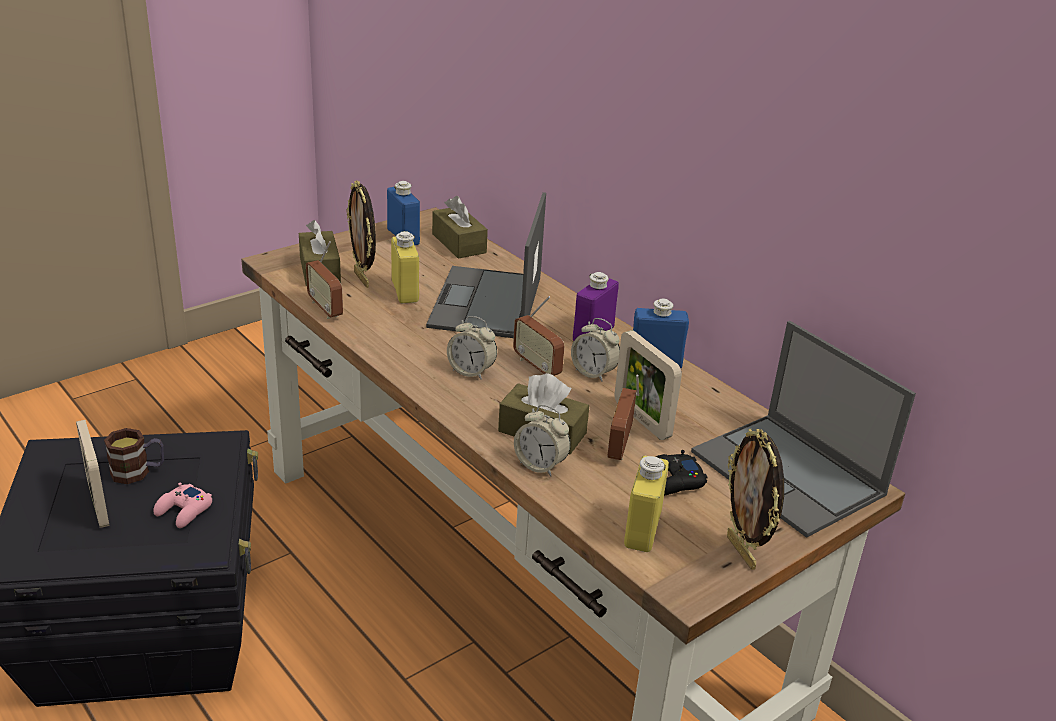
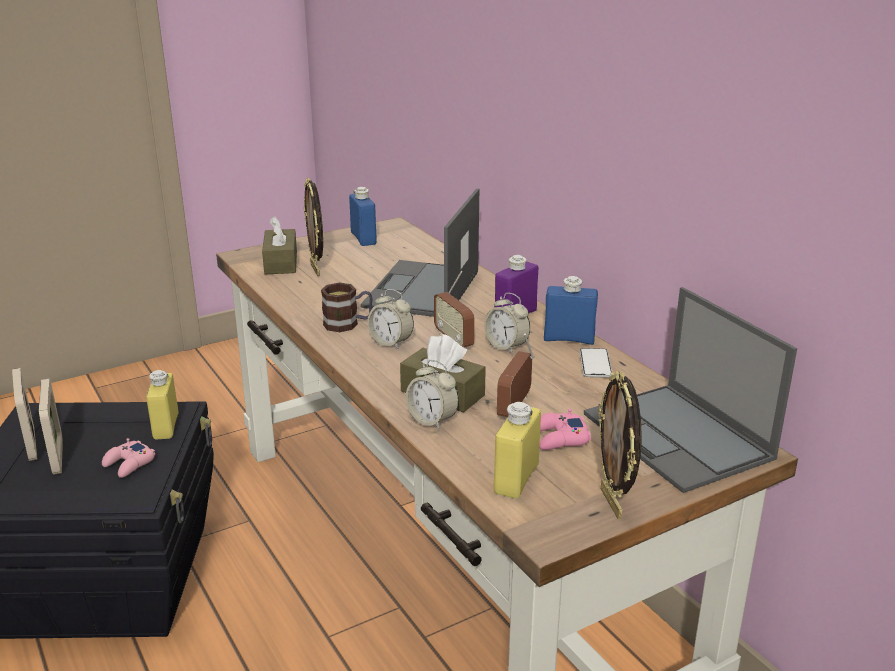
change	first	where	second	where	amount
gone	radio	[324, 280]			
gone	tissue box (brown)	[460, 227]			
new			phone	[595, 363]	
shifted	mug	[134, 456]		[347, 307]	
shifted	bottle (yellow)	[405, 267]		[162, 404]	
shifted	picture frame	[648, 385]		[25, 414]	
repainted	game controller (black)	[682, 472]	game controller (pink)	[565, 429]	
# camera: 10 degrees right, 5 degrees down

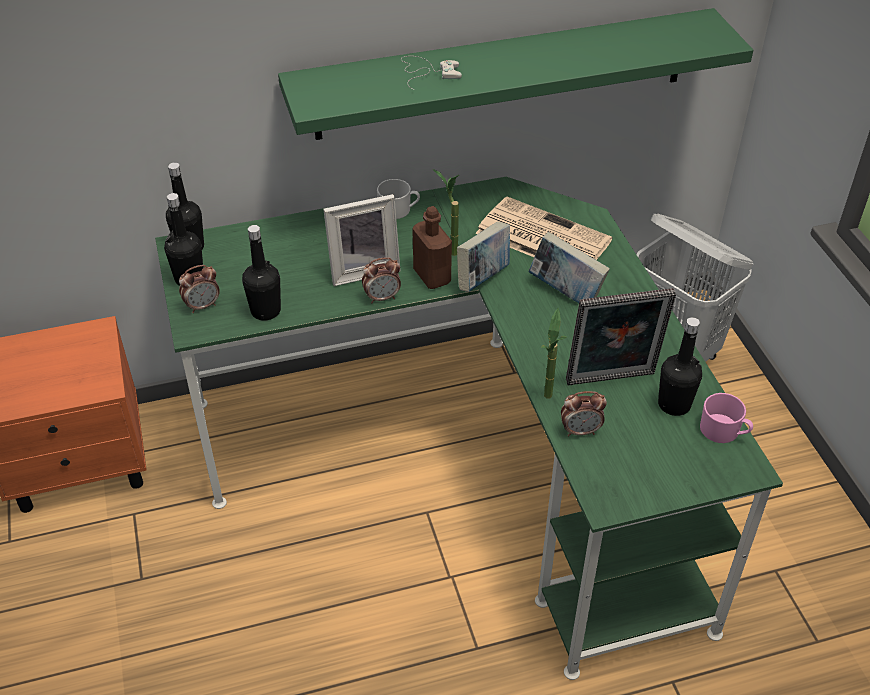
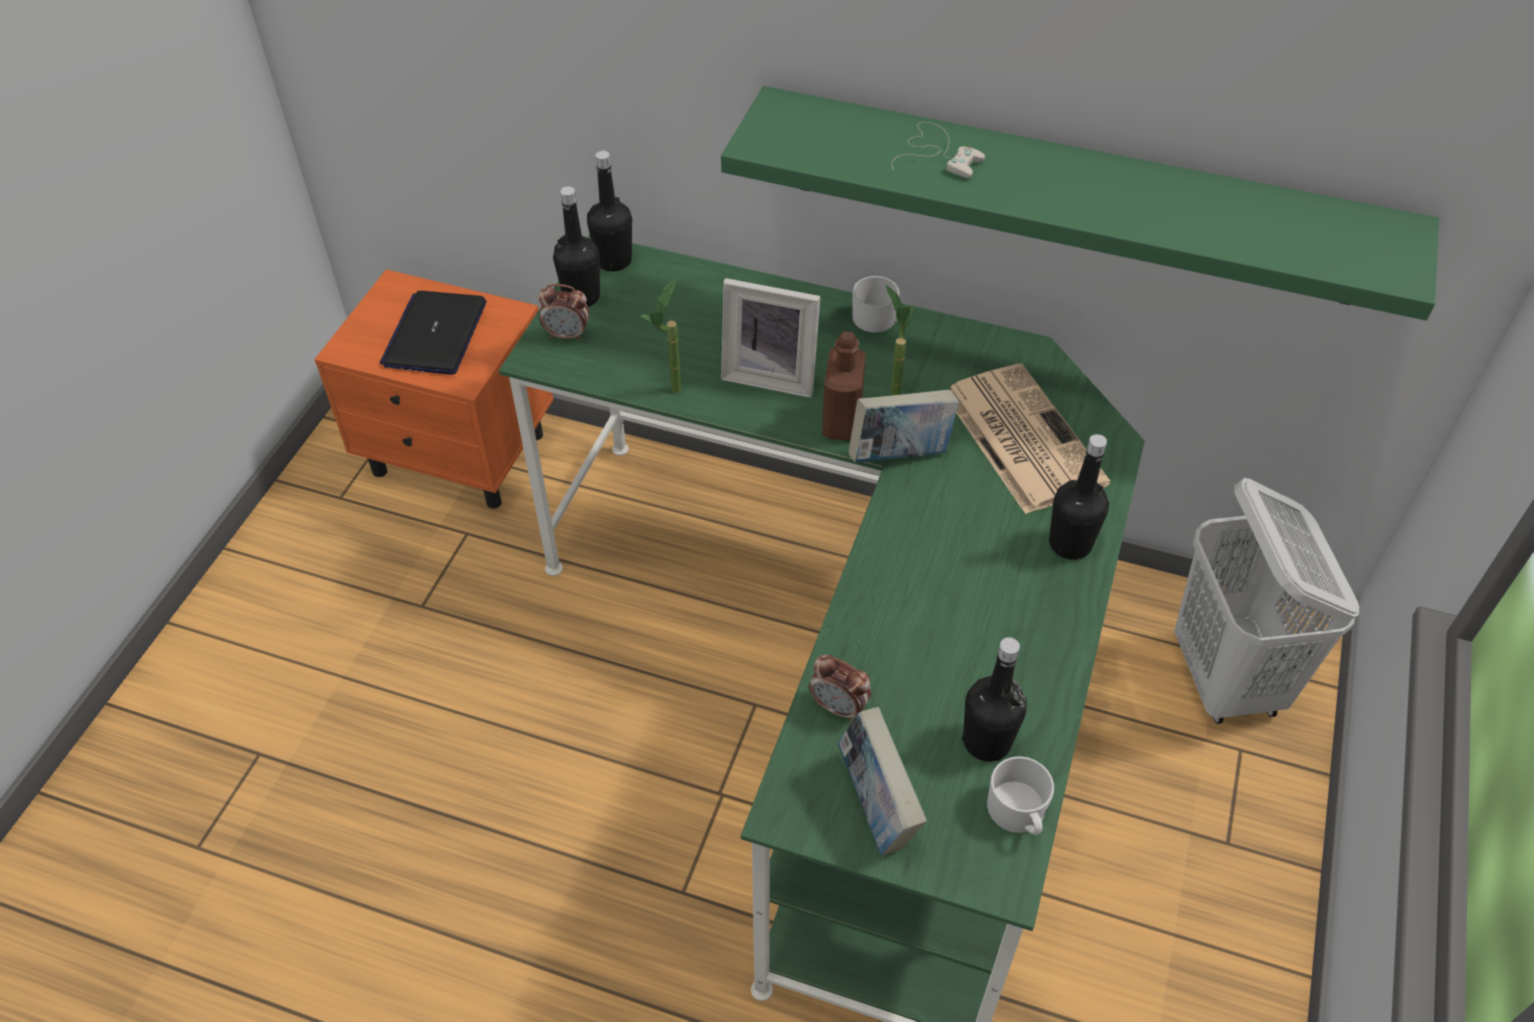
change	first	where	second	where	amount
gone	alarm clock	[381, 280]			
gone	picture frame	[621, 336]			
new			laptop	[433, 333]	
shifted	bottle (black)	[261, 273]		[1079, 497]	
shifted	book	[569, 267]		[882, 781]	
shifted	potted plant	[554, 353]		[660, 335]	
repainted	mug (pink)	[726, 418]	mug (white)	[1020, 795]	
# camera: 35 degrees right, 5 degrees up

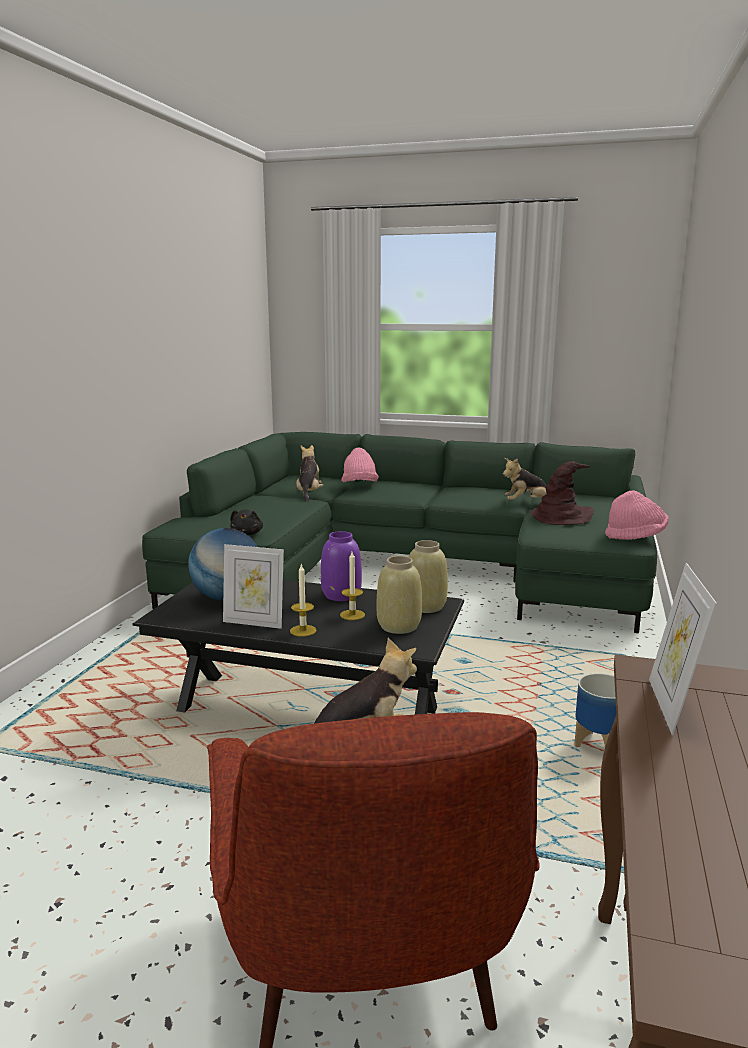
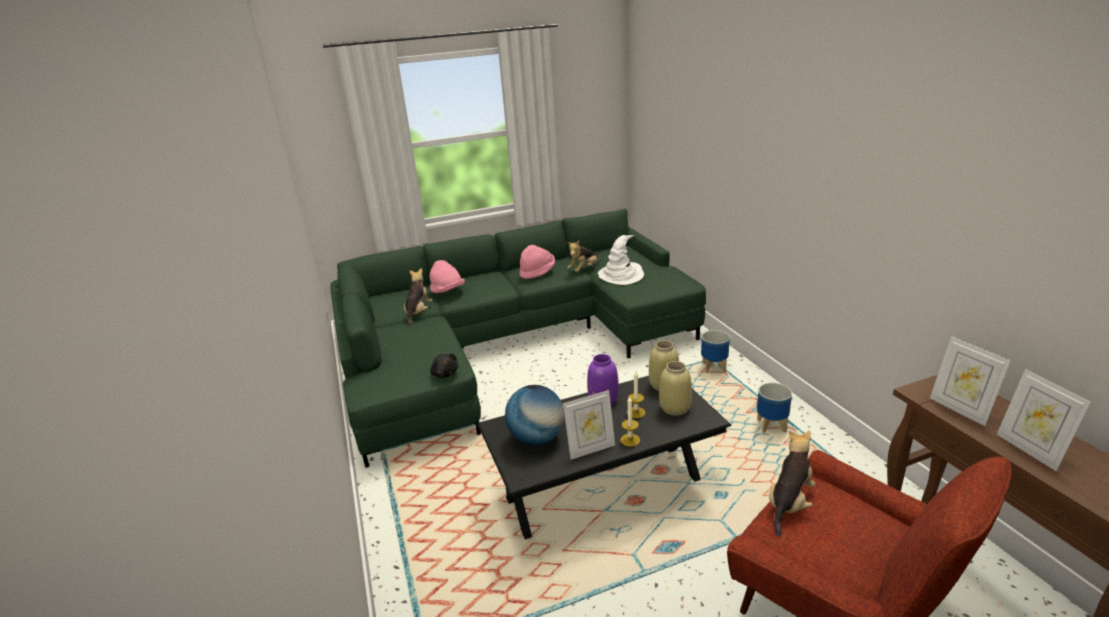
change	first	where	second	where	amount
new			planter	[715, 351]	
new			picture frame	[1044, 420]	
shifted	hat (pink)	[636, 515]		[537, 262]	
repainted	hat (brown)	[562, 493]	hat (white)	[621, 260]	
rotated	plush toy	[309, 473]		[418, 297]	45 degrees clockwise
# camera: 35 degrees left, 10 degrees up

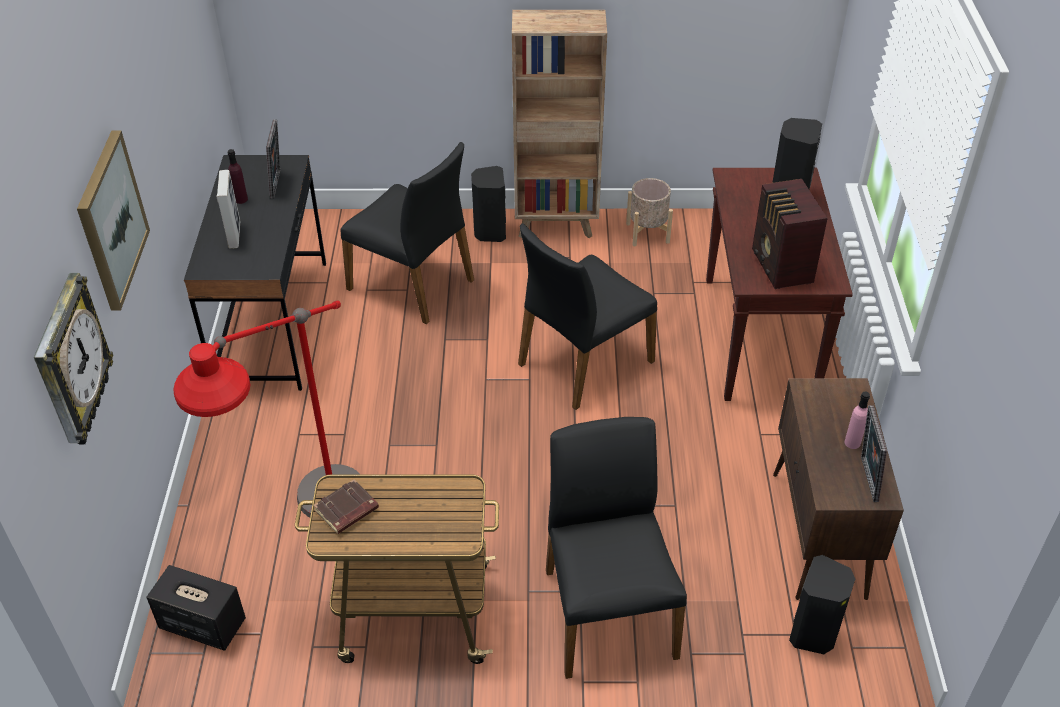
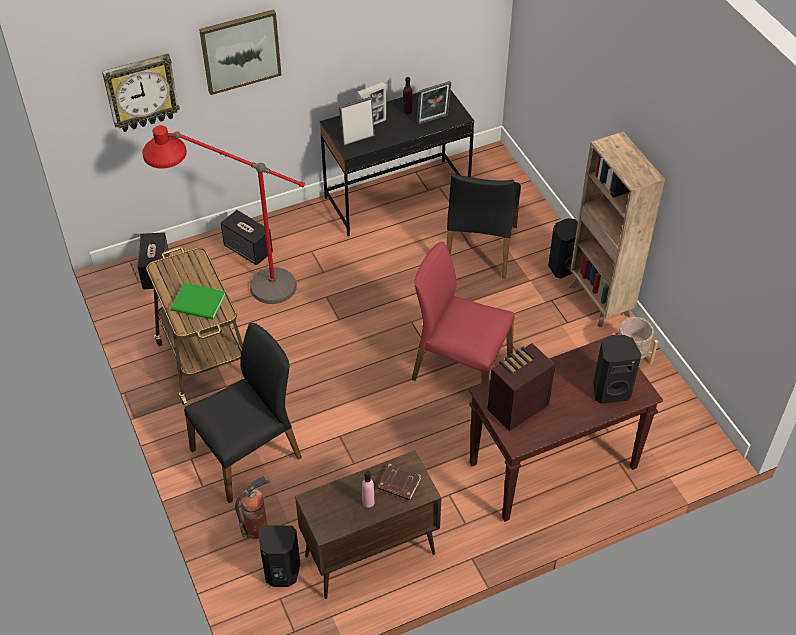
change	first	where	second	where	amount
new			book (green)	[198, 301]	
new			speaker	[246, 237]	
new			fire extinguisher	[252, 507]	
shifted	book (brown)	[346, 506]		[399, 482]	
shifted	picture frame	[874, 453]		[357, 121]	
repainted	chair (black)	[587, 316]	chair (red)	[463, 312]	
# camera: 65 degrees right, 5 degrees up

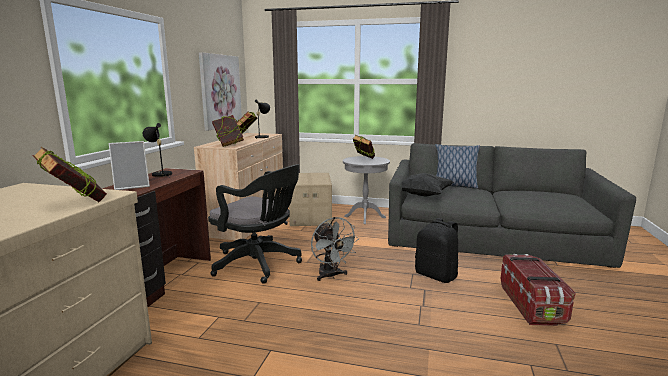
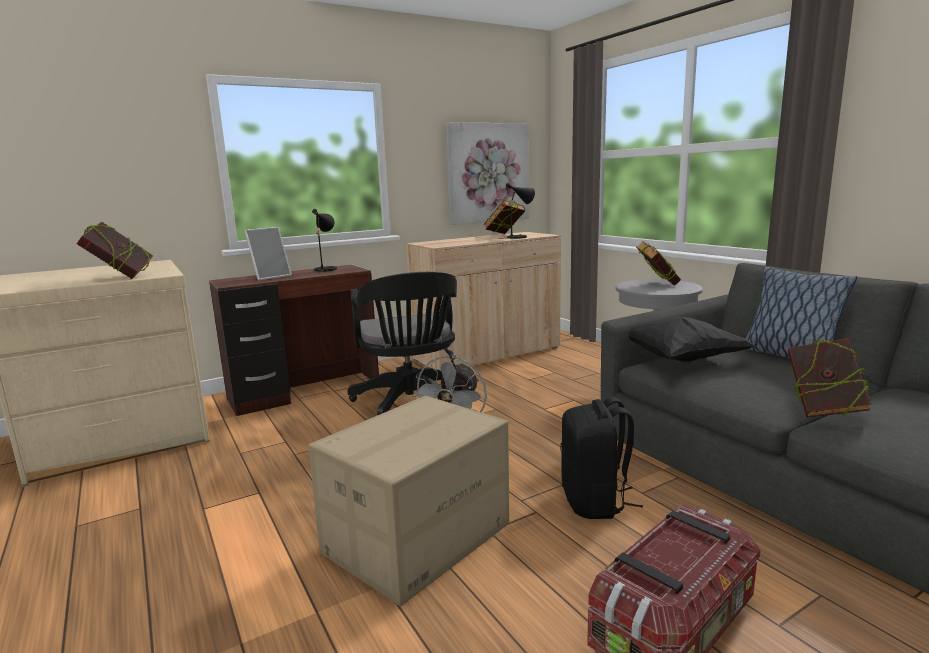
change	first	where	second	where	amount
shifted	book	[228, 131]		[829, 377]	
shifted	cardboard box	[310, 199]		[408, 501]	
rotated	picture frame	[129, 165]		[268, 254]	60 degrees counterclockwise
# camera: 45 degrees right, 0 degrees up

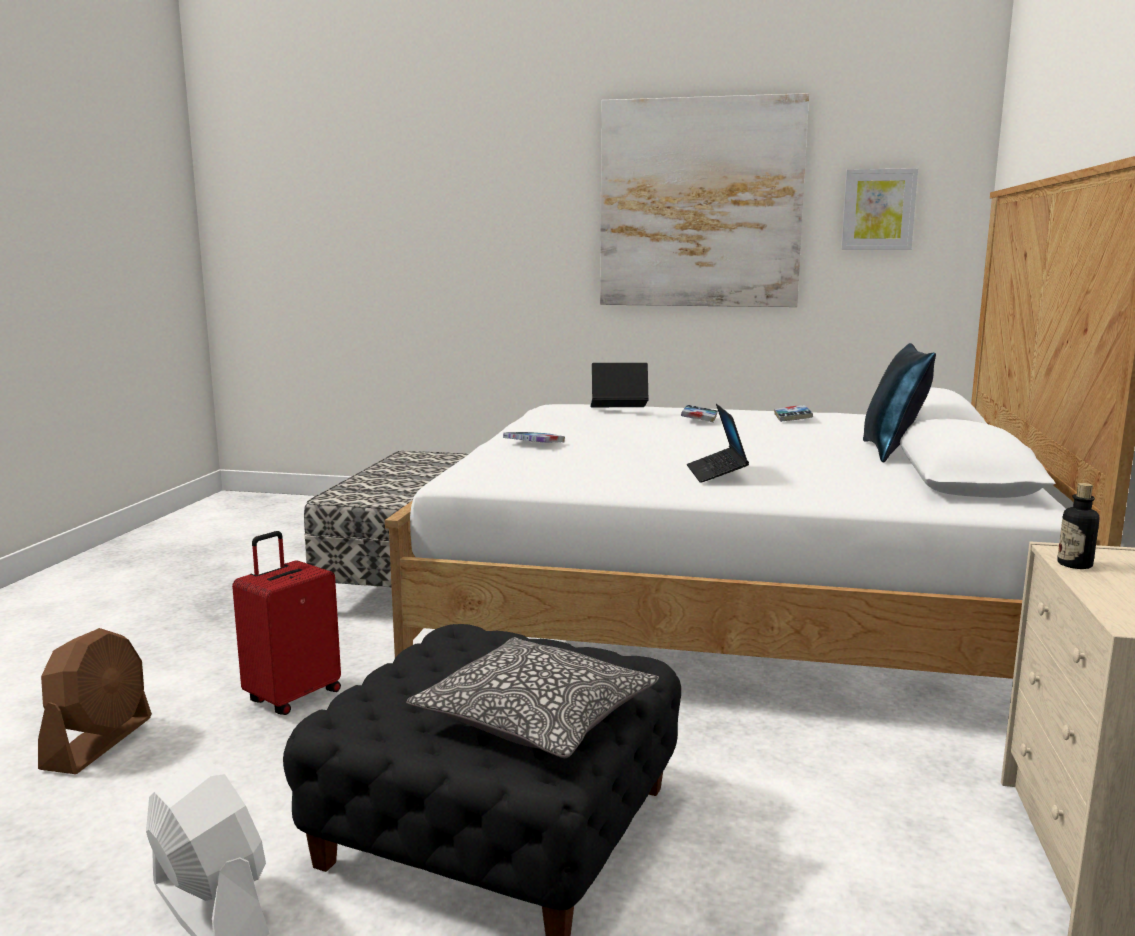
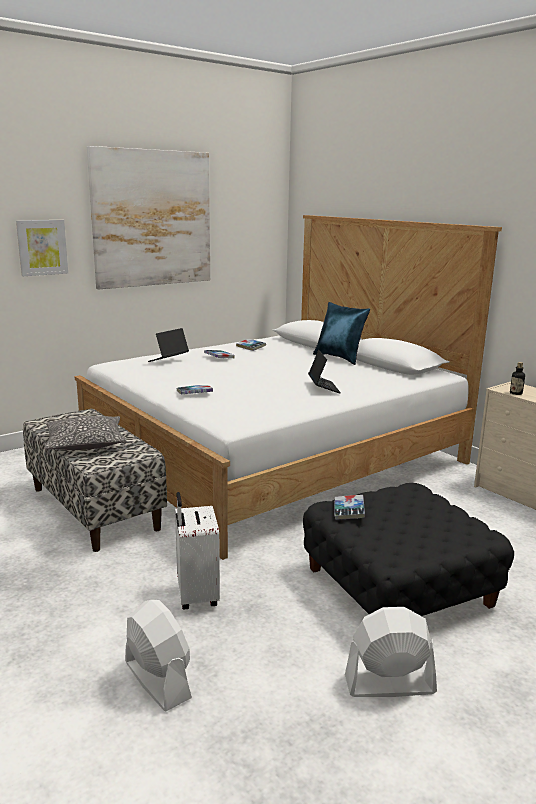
change	first	where	second	where	amount
new			book	[349, 507]	
shifted	pillow	[532, 697]		[85, 433]	
shifted	picture	[879, 209]		[42, 248]	
repainted	fan (brown)	[95, 701]	fan (white)	[158, 656]	
repainted	suitcase (red)	[286, 623]	suitcase (white)	[197, 550]	
rotated	laptop	[718, 443]		[324, 372]	135 degrees counterclockwise
# camera: 50 degrees left, 5 degrees up

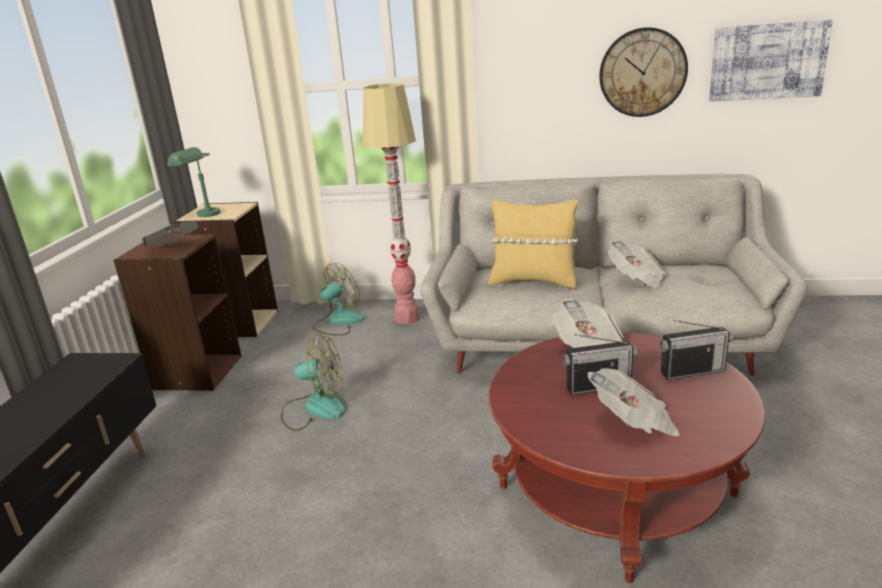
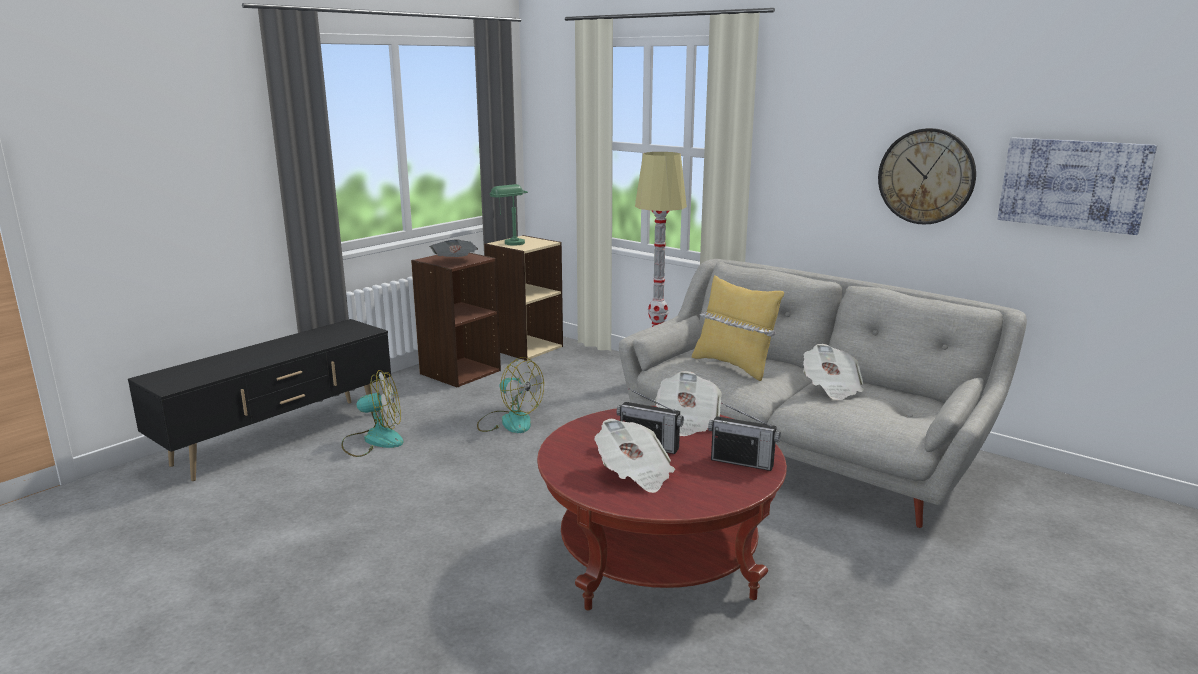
change	first	where	second	where	amount
shifted	fan	[339, 299]		[372, 413]	
# camera: 30 degrees right, 5 degrees down

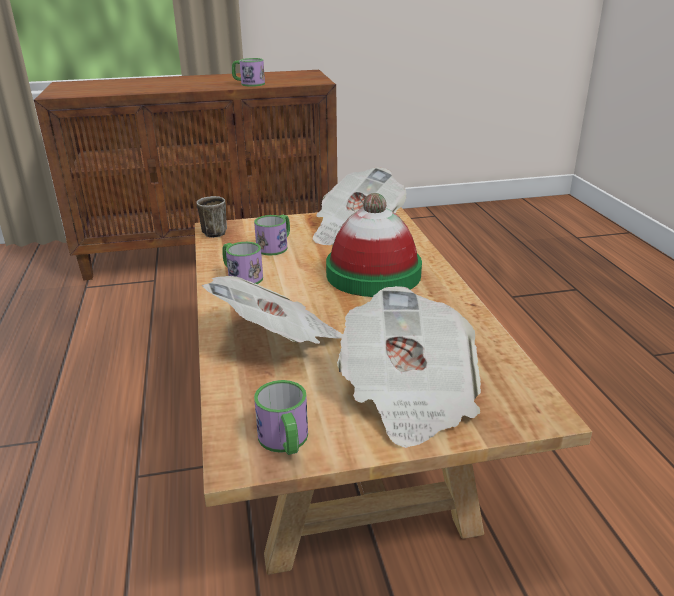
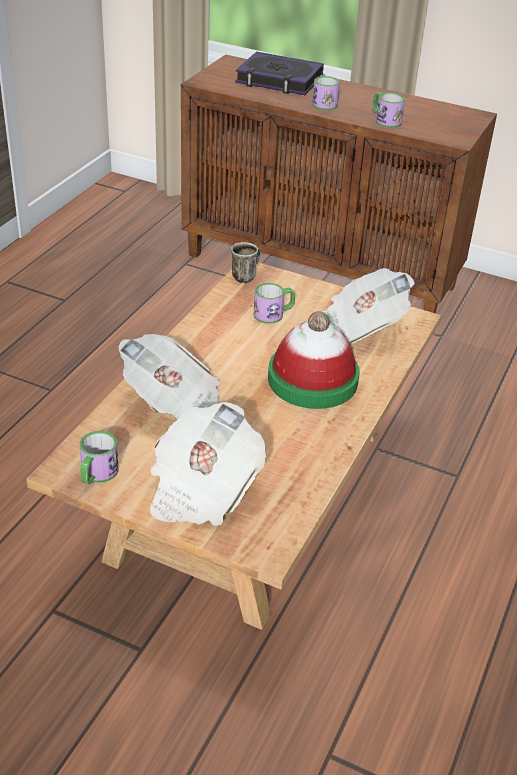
change	first	where	second	where	amount
new			book	[279, 73]	
shifted	mug	[242, 263]		[326, 92]	
# camera: 35 degrees right, 10 degrees up

